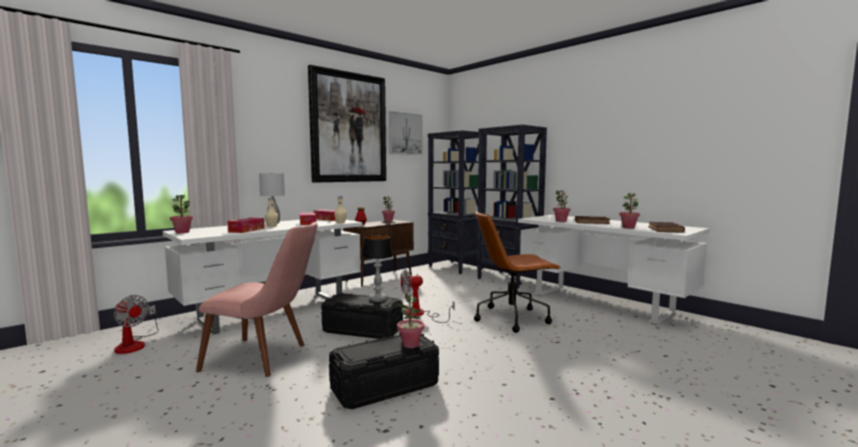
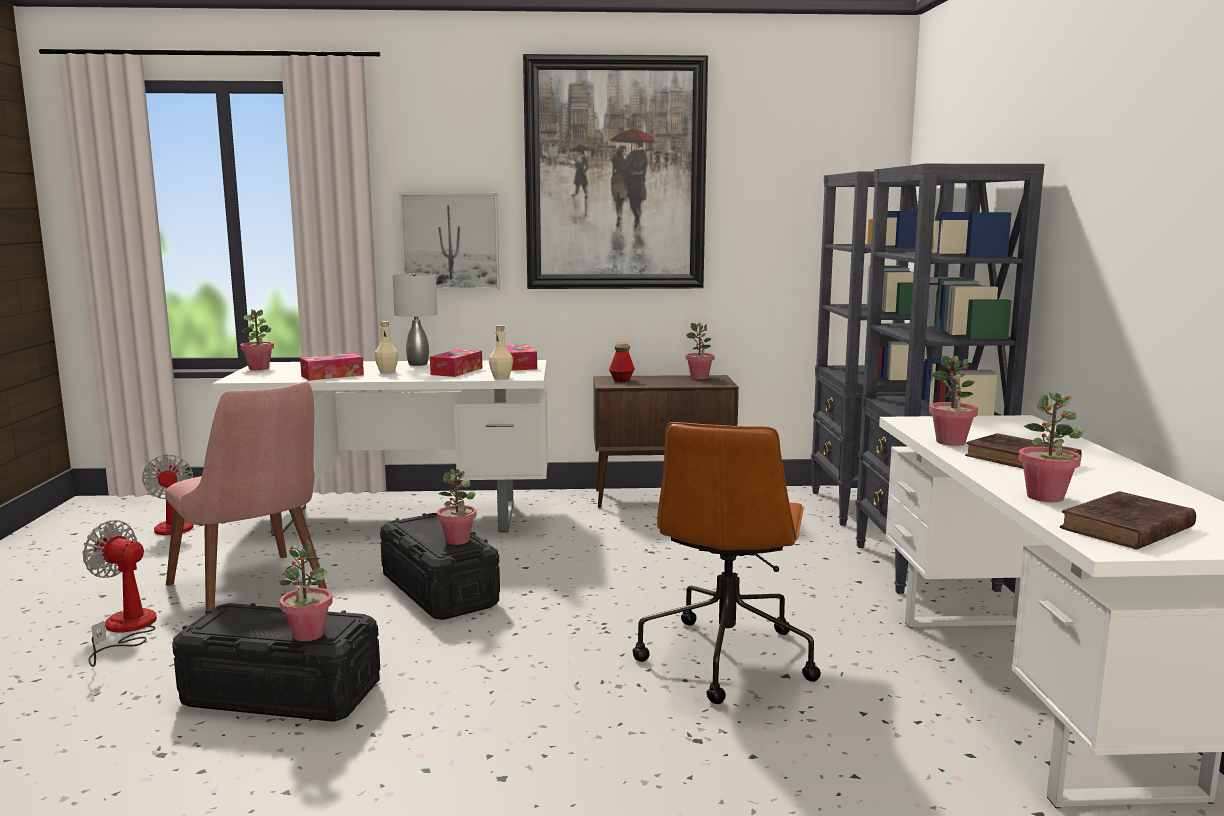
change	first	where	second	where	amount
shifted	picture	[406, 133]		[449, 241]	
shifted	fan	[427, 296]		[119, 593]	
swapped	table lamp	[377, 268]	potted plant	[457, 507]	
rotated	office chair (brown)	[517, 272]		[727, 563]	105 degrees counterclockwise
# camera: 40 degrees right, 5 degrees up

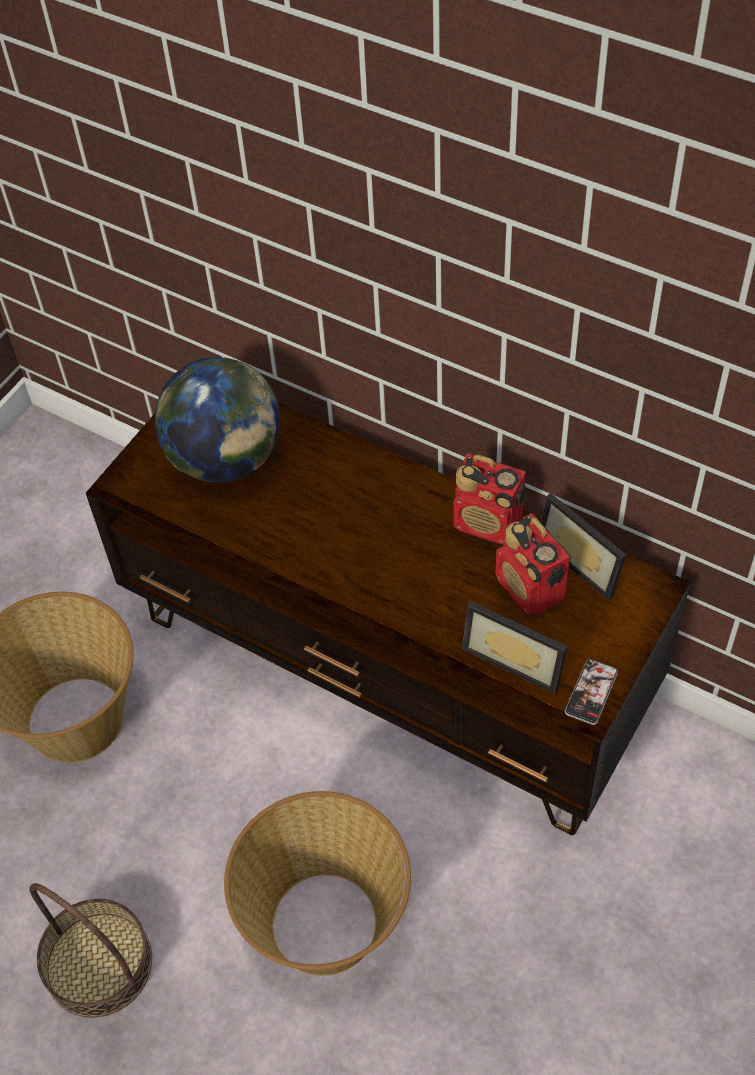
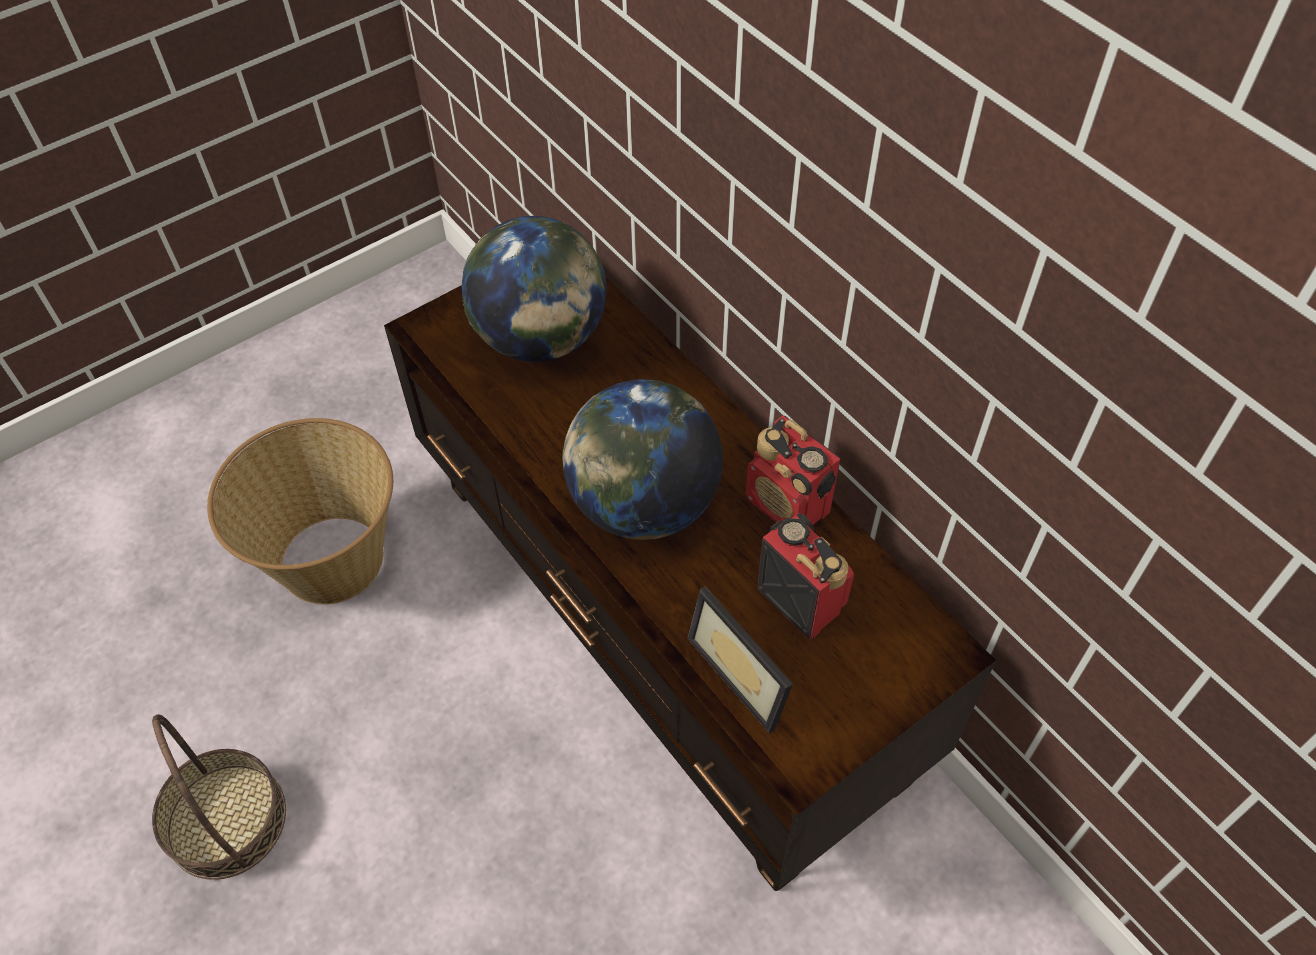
change	first	where	second	where	amount
gone	basket	[317, 883]			
gone	picture frame	[583, 547]			
gone	phone	[591, 692]			
new			globe	[642, 459]	
rotated	radio	[532, 563]		[805, 576]	150 degrees clockwise
# camera: 20 degrees right, 0 degrees up

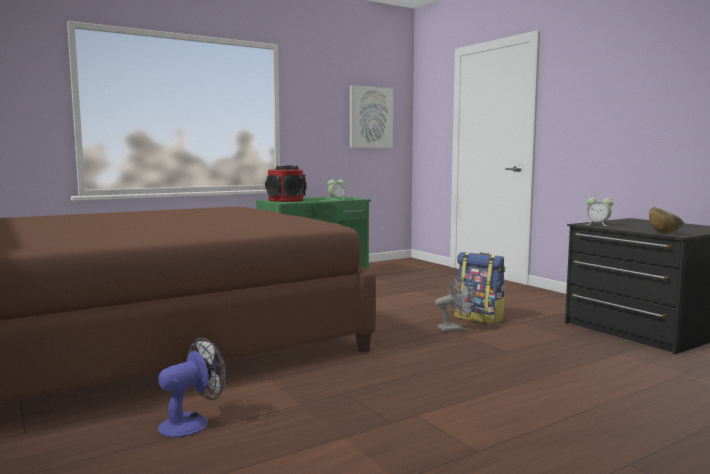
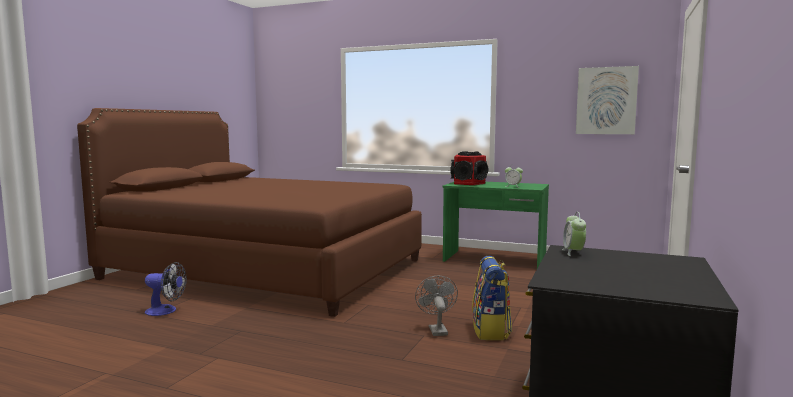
change	first	where	second	where	amount
gone	bowl	[667, 220]			
rotated	fan (grey)	[455, 304]		[436, 306]	135 degrees counterclockwise
# camera: 55 degrees right, 0 degrees up

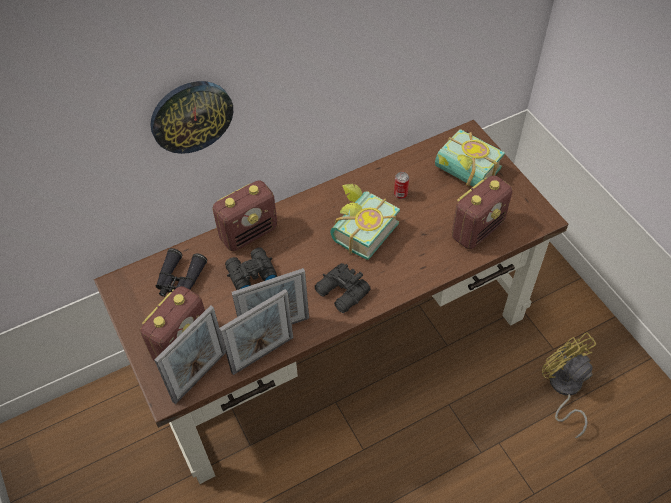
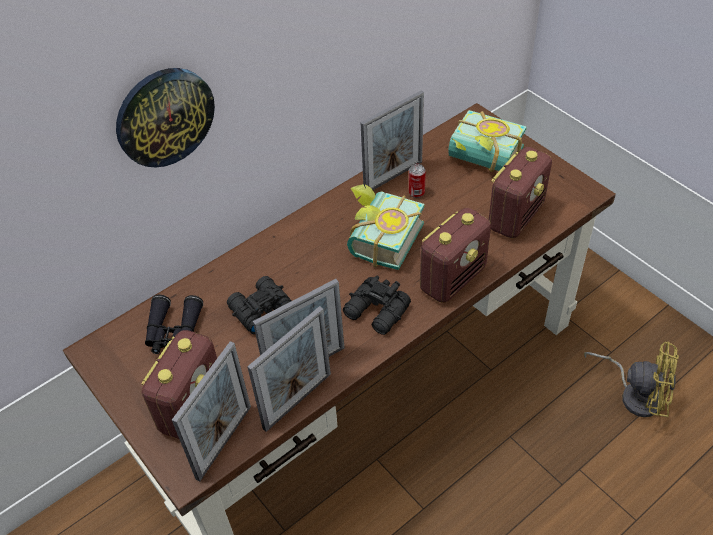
change	first	where	second	where	amount
new			picture frame	[392, 140]	
shifted	radio	[244, 215]		[455, 255]	
rotated	fan (yellow)	[569, 385]		[631, 379]	150 degrees clockwise
# camera: 10 degrees left, 5 degrees down

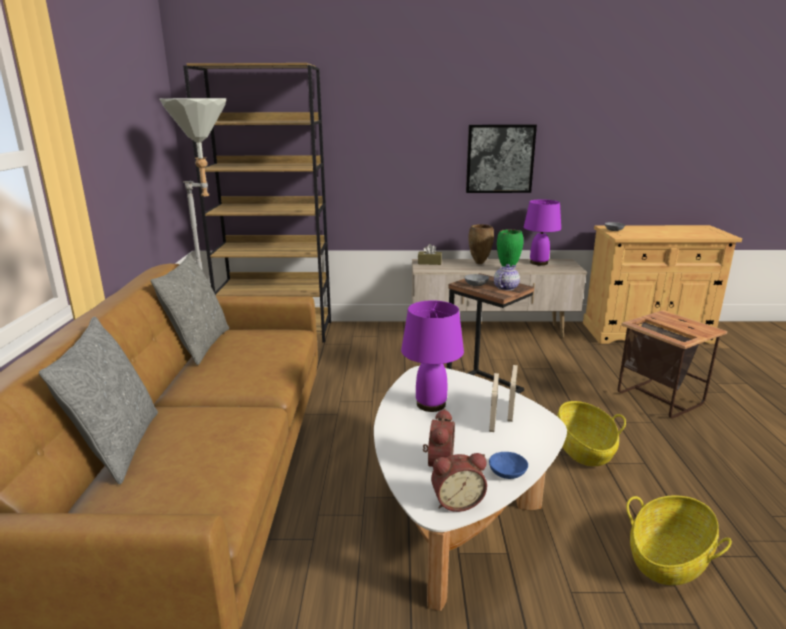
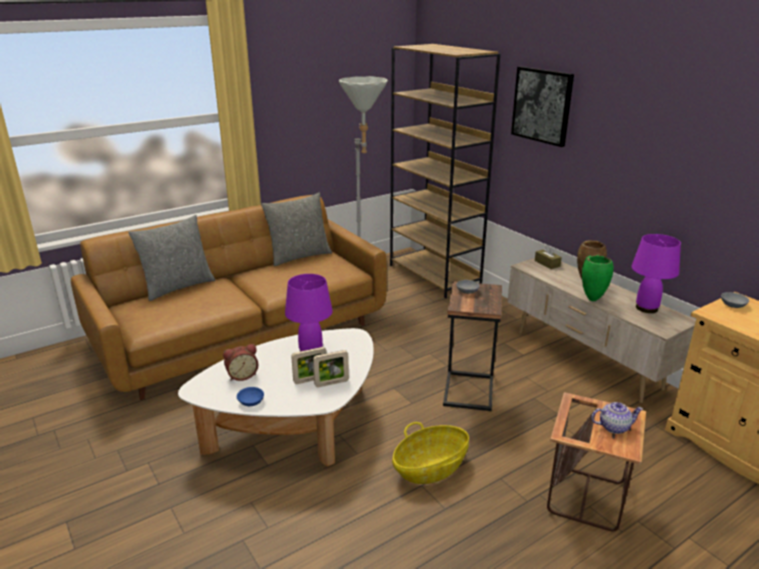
change	first	where	second	where	amount
gone	alarm clock	[459, 482]			
gone	basket	[679, 540]			
shifted	picture	[501, 158]		[542, 106]	
shifted	teapot	[507, 277]		[617, 418]	
# camera: 55 degrees right, 5 degrees up

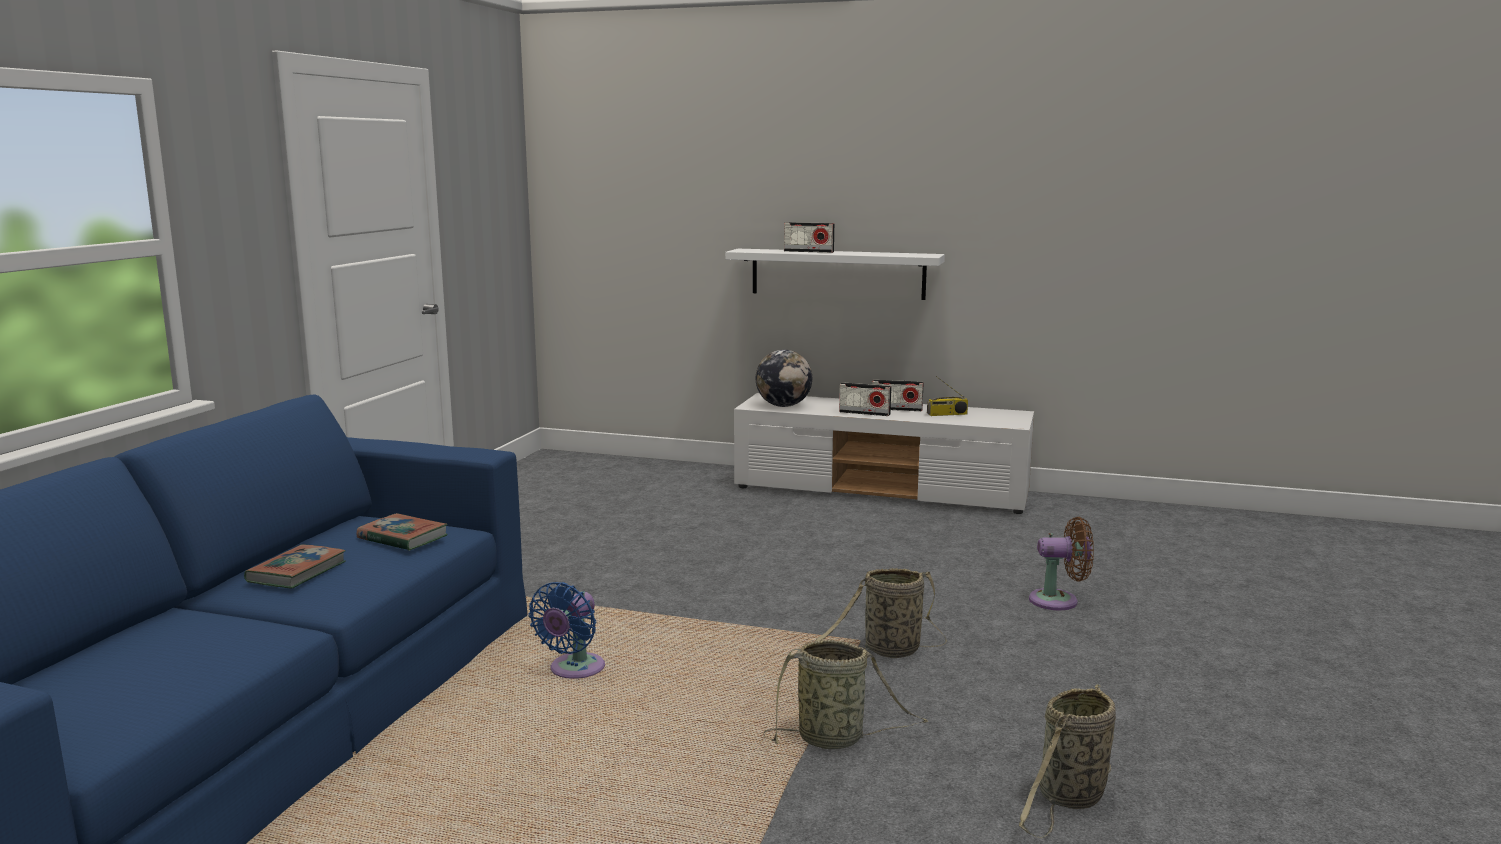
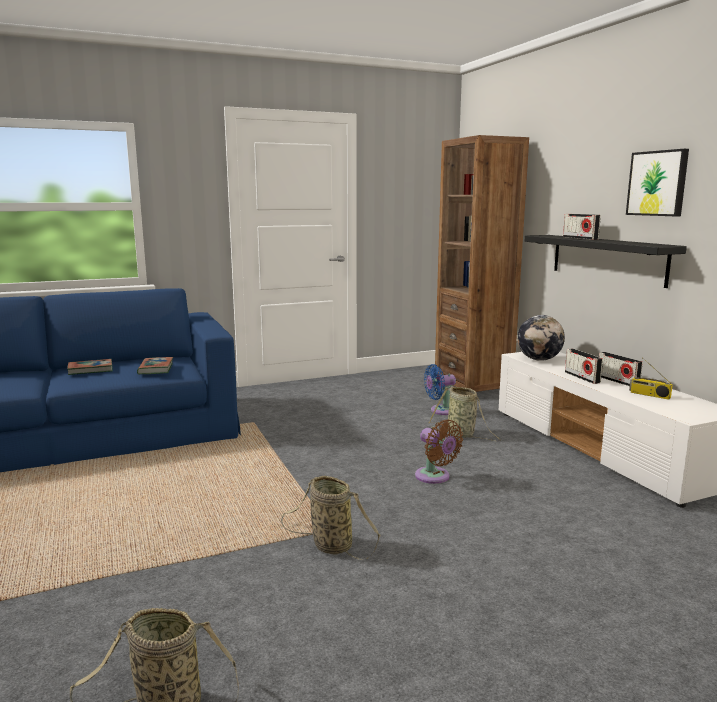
change	first	where	second	where	amount
new			bookcase (brown)	[482, 263]	
new			picture	[657, 182]	
shifted	fan (blue)	[566, 630]		[440, 389]	
shifted	basket	[845, 694]		[465, 413]	
shifted	fan (brown)	[1061, 563]		[439, 451]	
repainted	shelf (white)	[835, 274]	shelf (black)	[606, 261]	
# camera: 50 degrees right, 0 degrees up

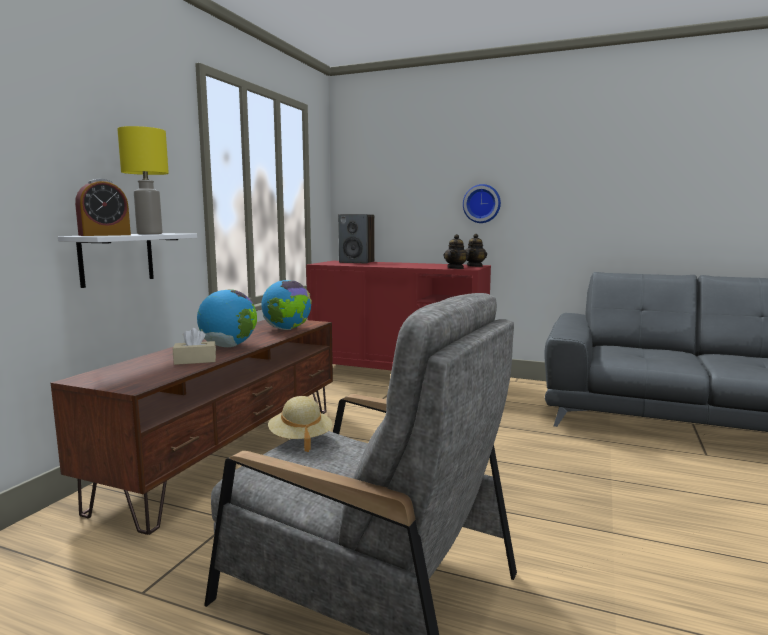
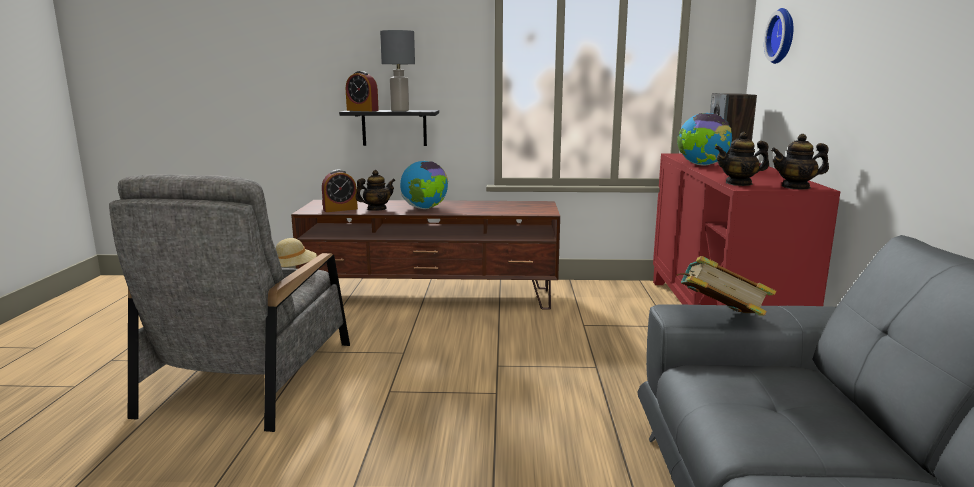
change	first	where	second	where	amount
new			alarm clock	[340, 190]	
new			book	[726, 285]	
shifted	globe	[286, 305]		[704, 139]	
shifted	wall clock	[482, 203]		[778, 36]	
swapped	tissue box (beige)	[194, 346]	teapot	[375, 190]	
repainted	shelf (white)	[127, 260]	shelf (black)	[389, 128]	
repainted	table lamp (yellow)	[143, 180]	table lamp (grey)	[397, 70]	
# camera: 70 degrees right, 5 degrees up

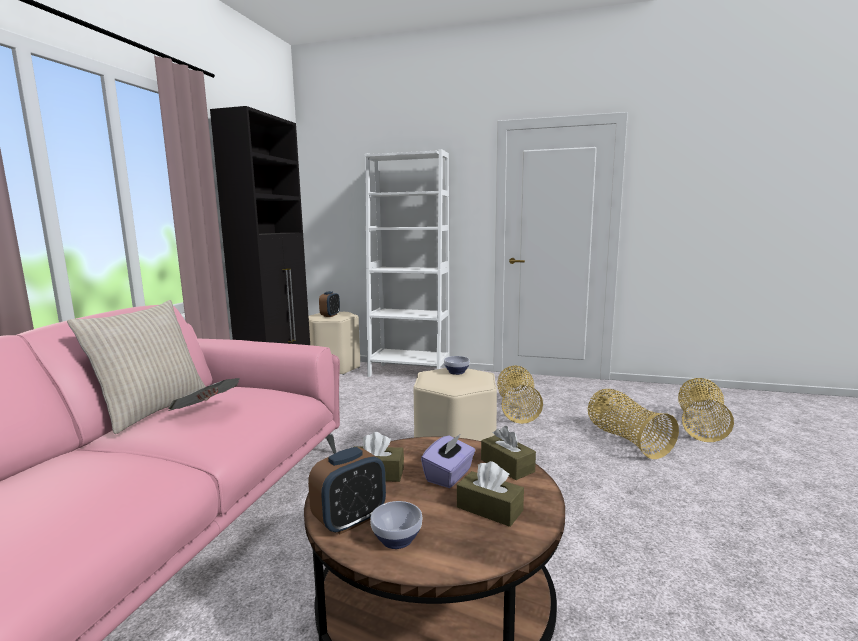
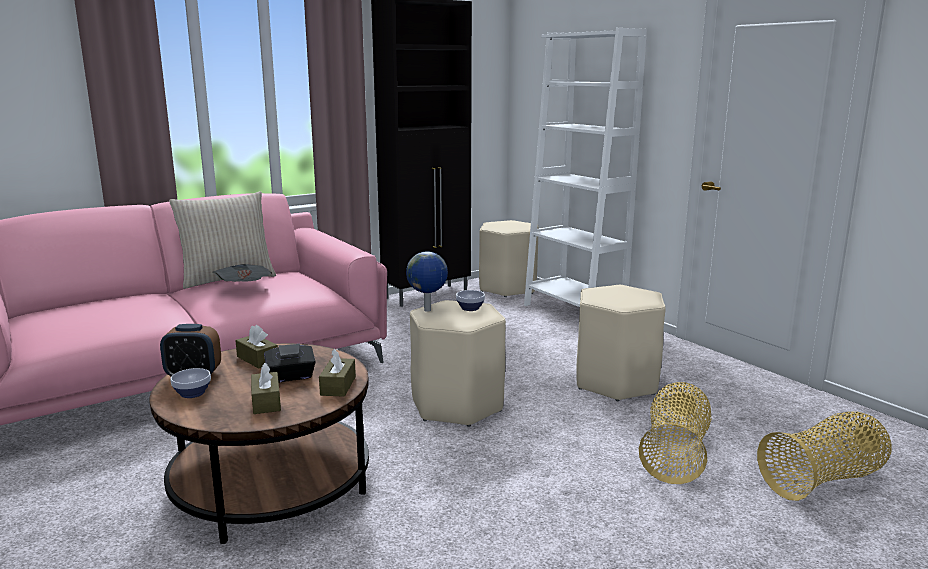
change	first	where	second	where	amount
gone	alarm clock	[329, 304]			
new			globe	[427, 281]	
swapped	basket	[520, 395]	stool (beige)	[621, 343]	
repainted	tissue box (purple)	[448, 461]	tissue box (black)	[290, 363]	
# camera: 40 degrees right, 5 degrees up

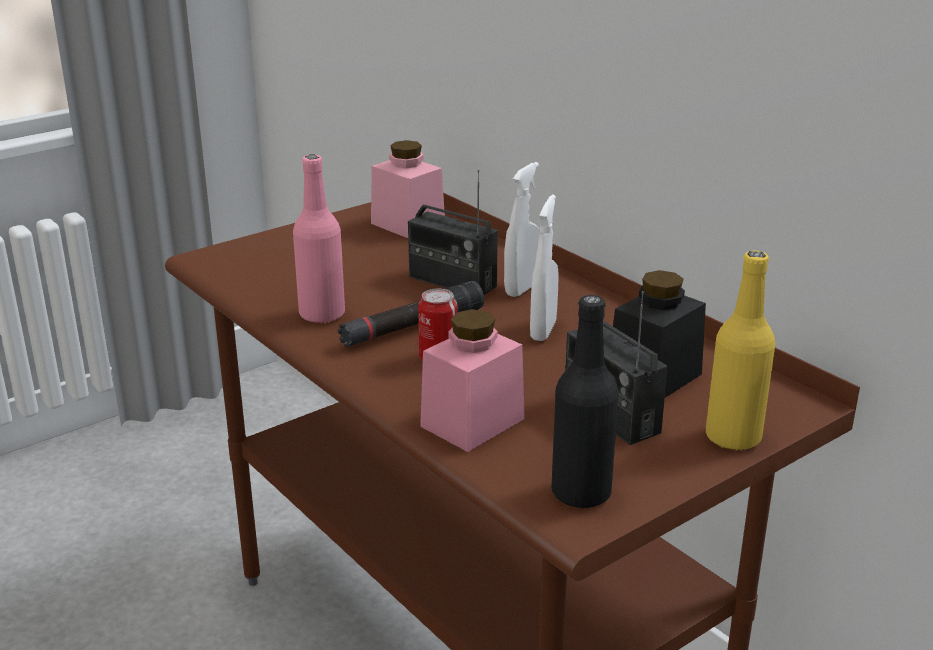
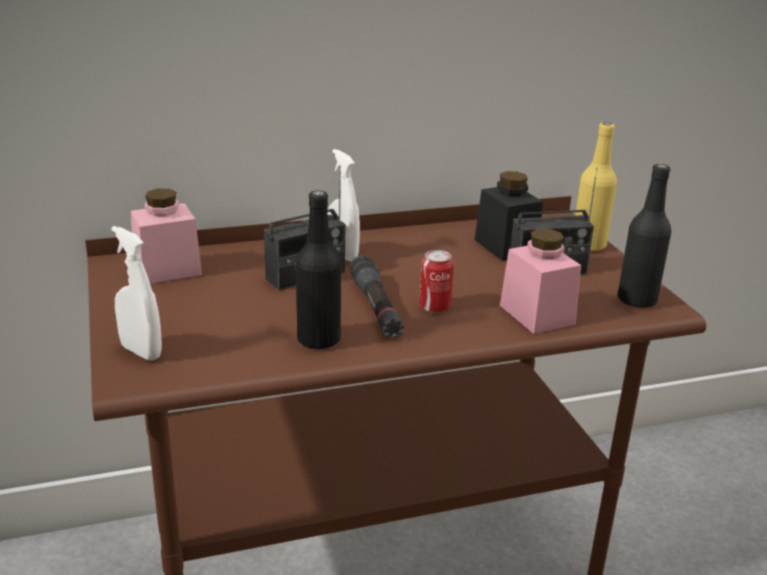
change	first	where	second	where	amount
shifted	spray bottle (white)	[544, 268]		[136, 293]	
repainted	bottle (pink)	[319, 238]	bottle (black)	[318, 269]	
# camera: 70 degrees left, 0 degrees up

